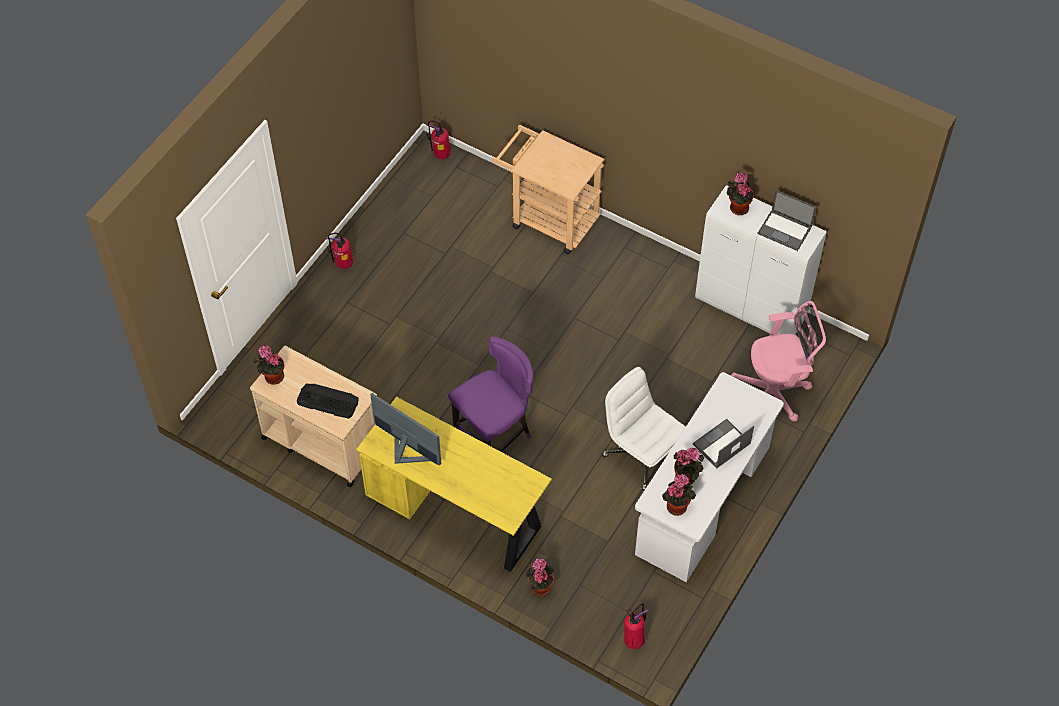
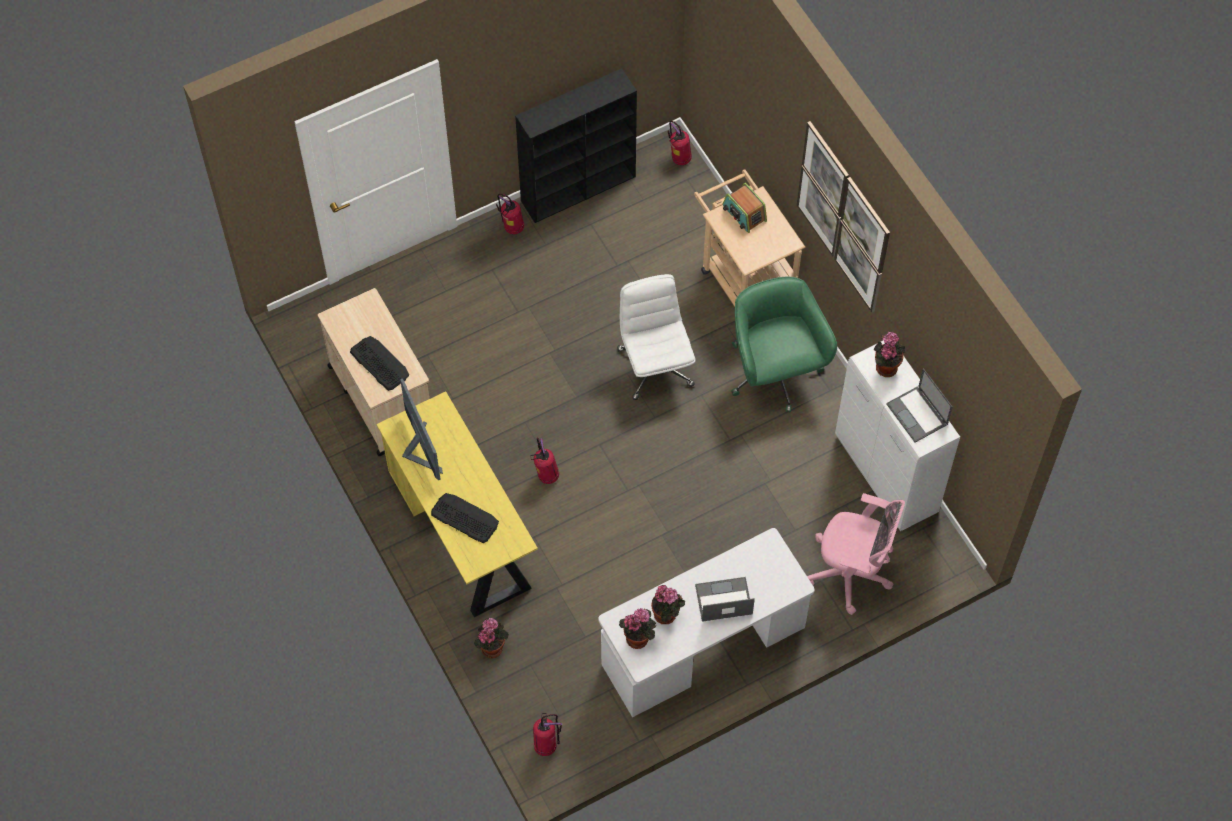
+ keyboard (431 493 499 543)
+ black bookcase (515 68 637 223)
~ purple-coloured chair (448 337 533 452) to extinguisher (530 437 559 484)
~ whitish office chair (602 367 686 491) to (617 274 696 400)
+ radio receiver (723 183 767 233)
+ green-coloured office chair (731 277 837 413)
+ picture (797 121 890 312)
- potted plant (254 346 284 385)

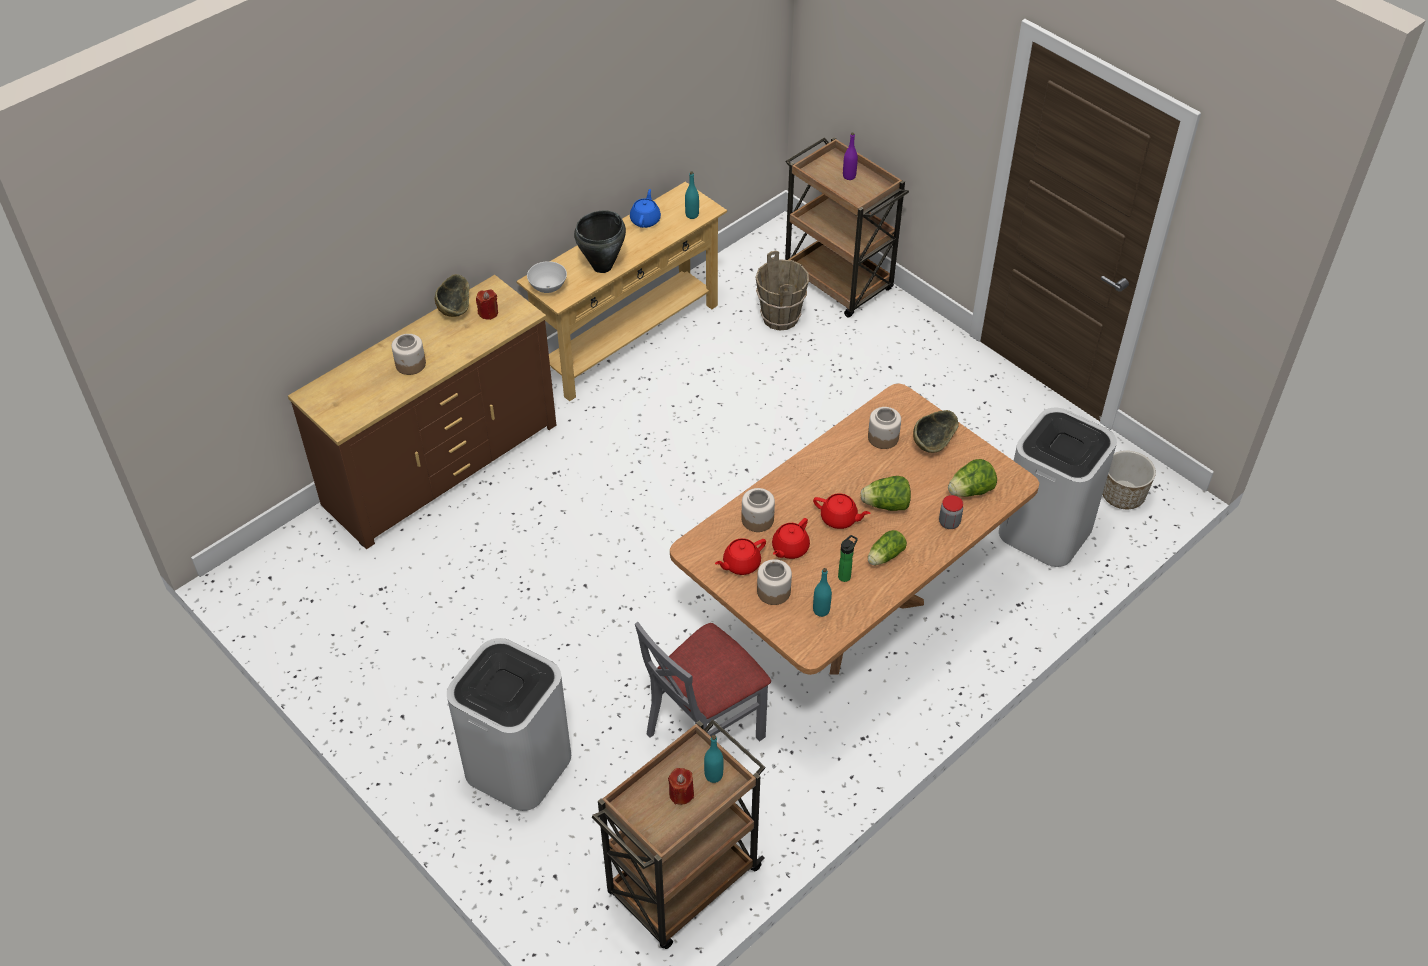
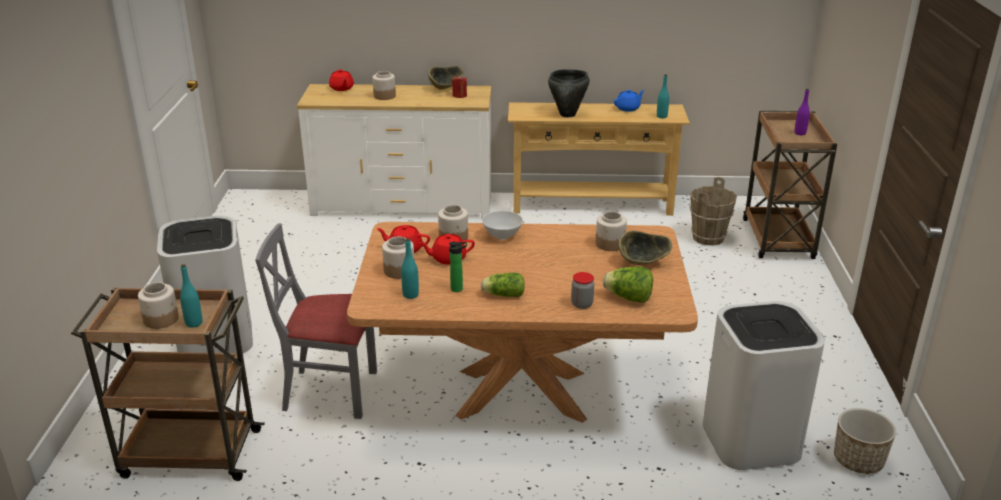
~ reddish wax candle (668 768 694 805) to storage jar (138 282 179 329)
~ brown-coloured drawer chest (288 275 556 549) to whitish drawer chest (297 84 491 218)
~ reddish teapot (813 493 870 529) to (329 69 354 91)
~ whitish serving bowl (527 261 567 293) to (482 211 523 240)
- lettuce head (860 476 911 511)

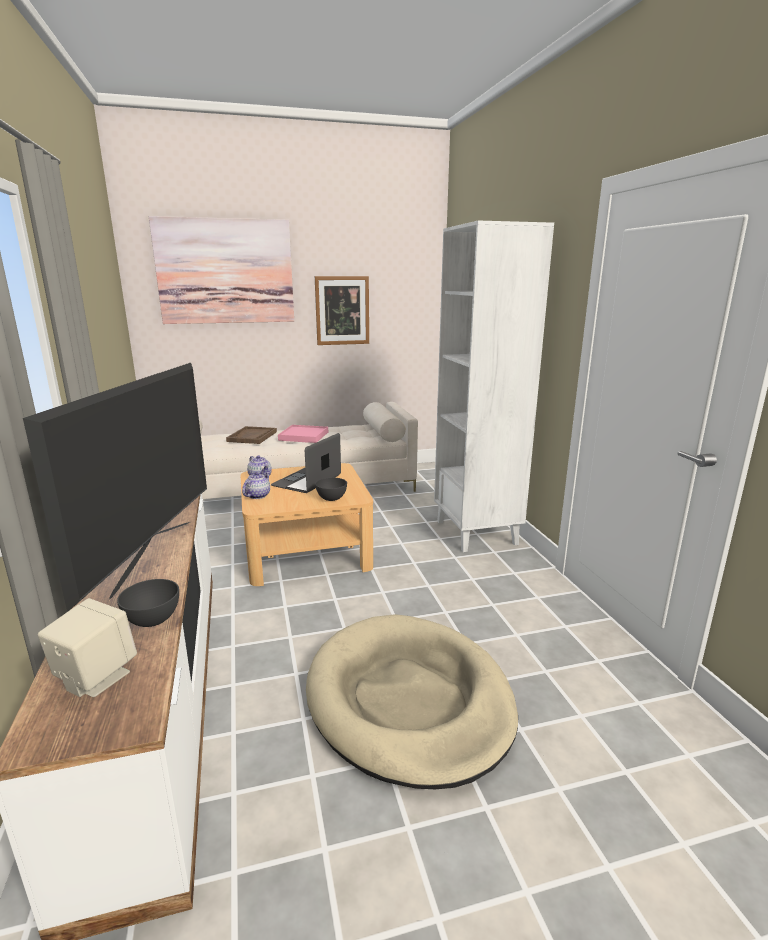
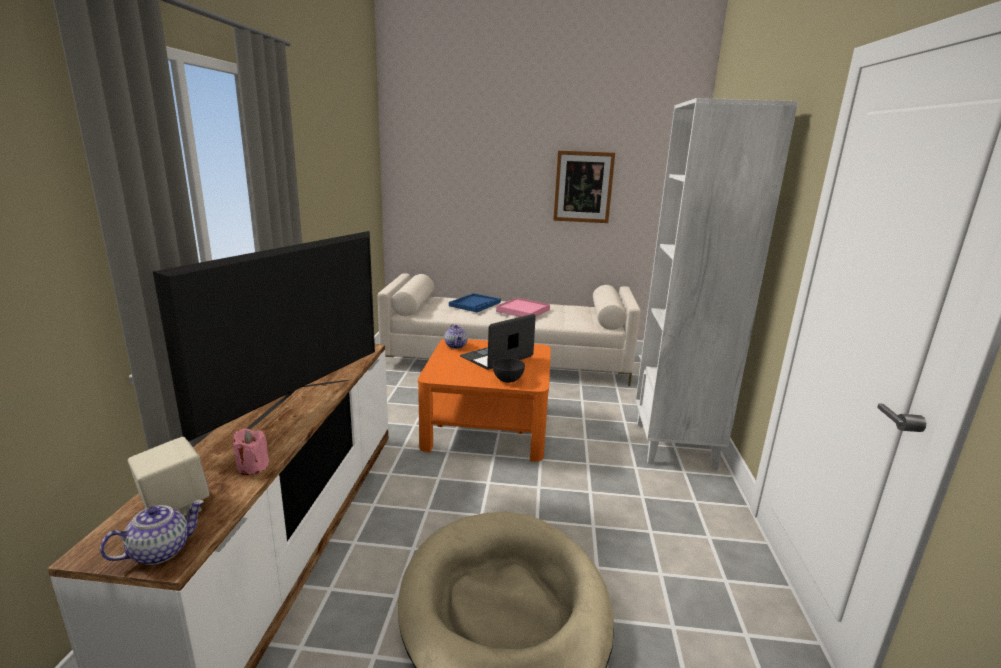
~ teapot (242 472 270 499) to (100 500 204 565)
~ greyish serving bowl (117 579 179 627) to pink-coloured wax candle (233 428 269 475)
~ sand-coloured coffee table (241 463 373 586) to orange-coloured coffee table (418 339 551 462)
~ brown-coloured carrying tray (226 426 277 444) to blue carrying tray (449 293 501 312)
- picture (149 216 294 324)

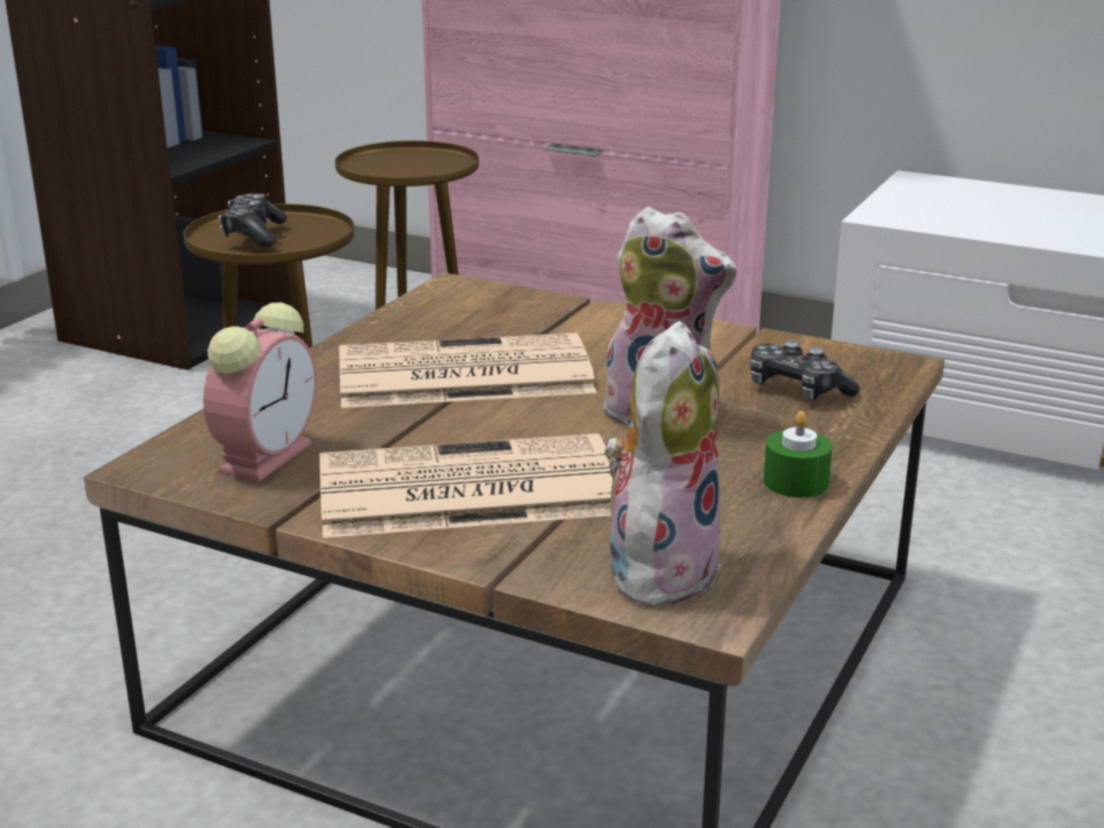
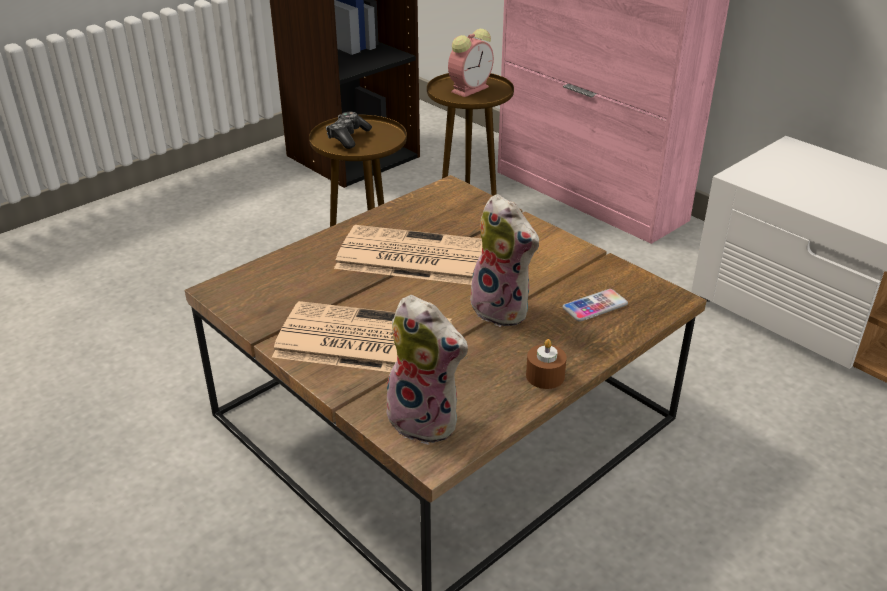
~ soft toy (604 321 721 611) = (385 295 468 445) 75 degrees clockwise
~ alarm clock (203 303 316 481) to (448 29 494 97)
~ green-coloured wax candle (763 411 832 498) to brown-coloured wax candle (526 339 567 389)
~ game controller (750 340 860 401) to phone (563 289 628 322)

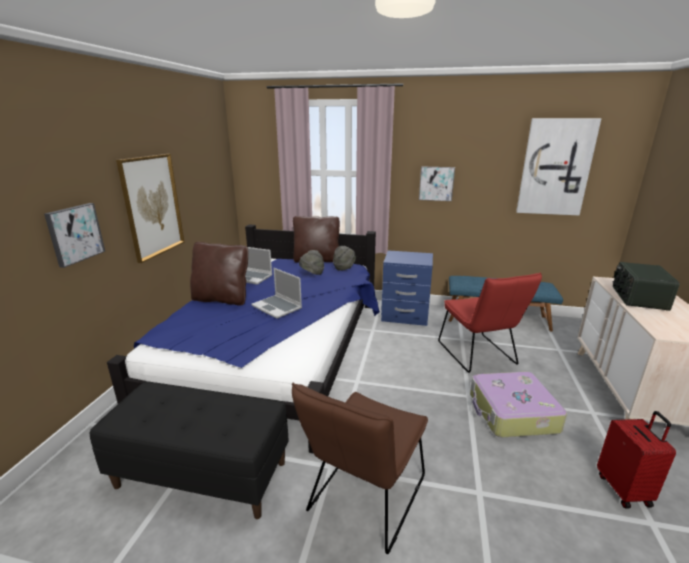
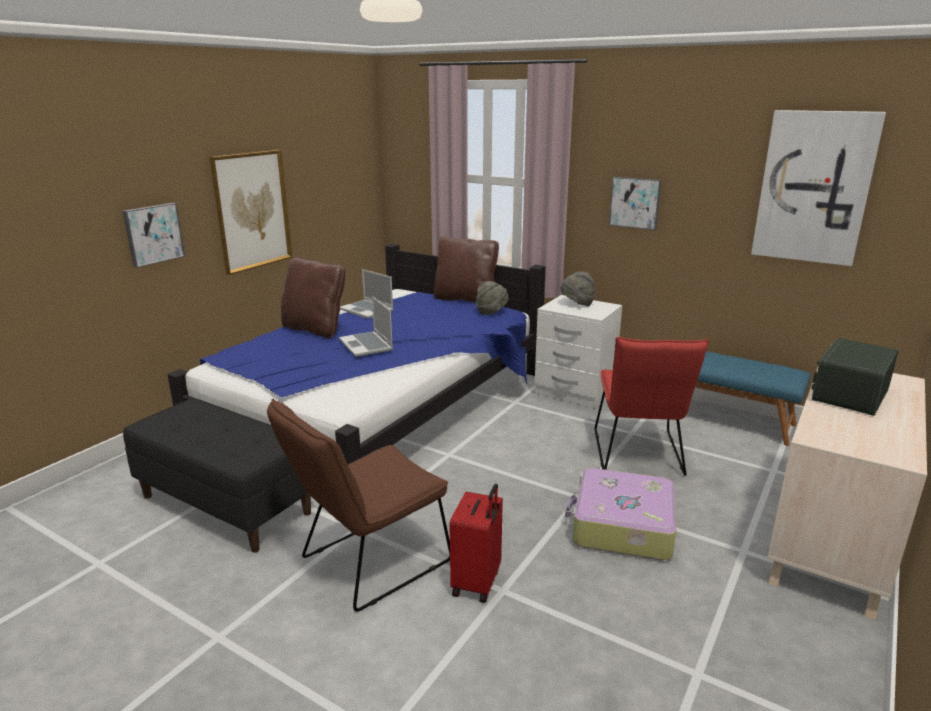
~ reddish travel case (597 411 676 509) to (449 484 503 603)
~ blue nightstand (381 250 433 326) to whitish nightstand (535 295 622 409)
~ greyish hat (299 250 324 275) to (560 271 595 306)

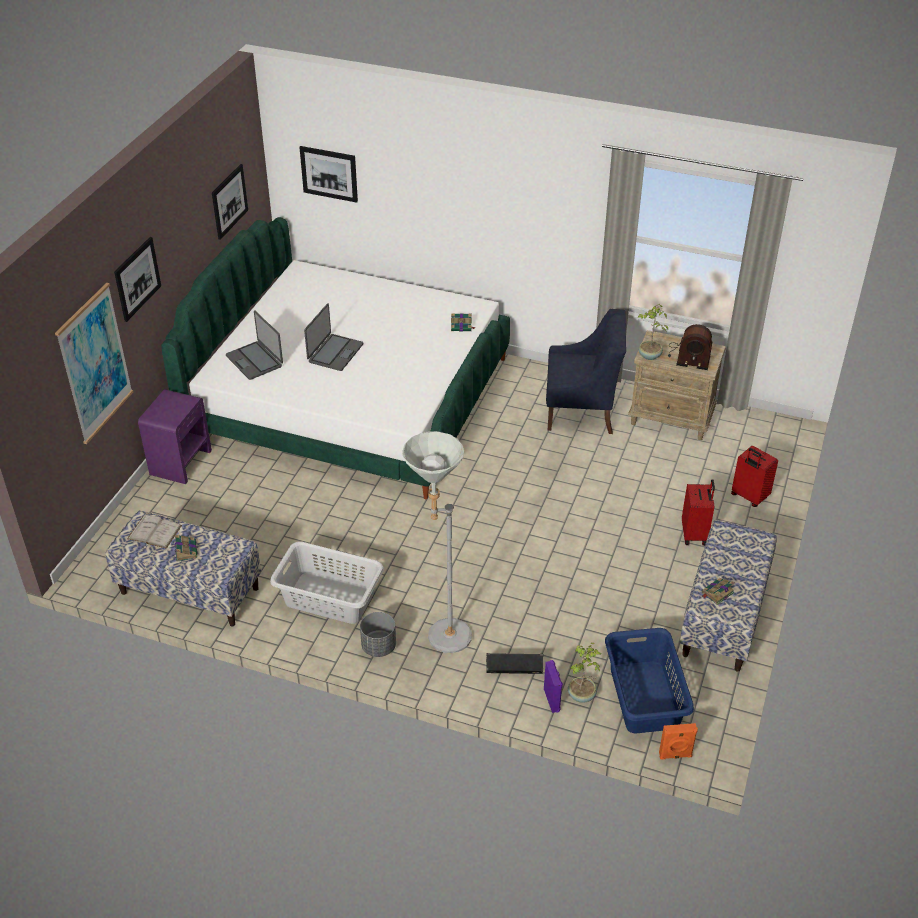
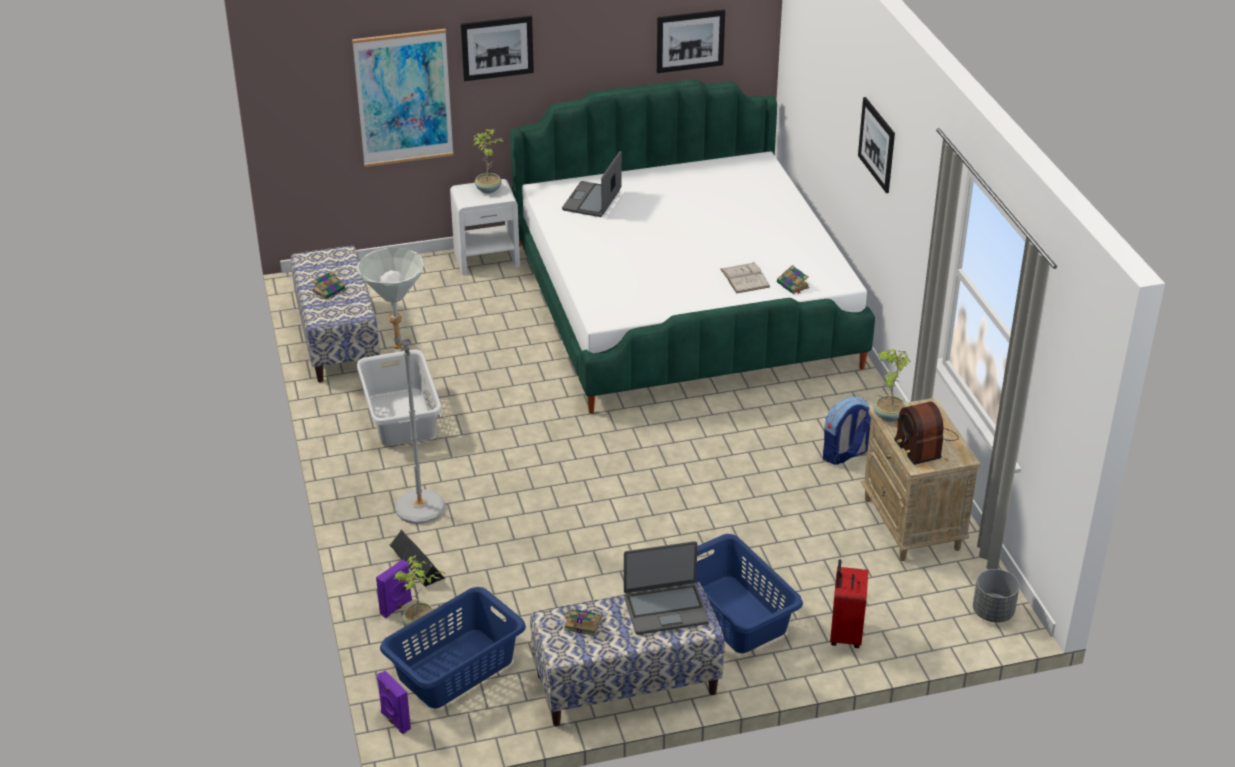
~ orange-coloured speaker (659 723 698 759) to purple-coloured speaker (377 670 411 734)
~ purple-coloured nightstand (138 389 212 484) to whitish nightstand (450 179 520 275)
+ potted plant (473 129 503 194)
~ laptop (304 303 363 371) to (624 541 709 635)
~ reddish travel case (682 479 715 546) to blue washing basket (696 534 803 653)
~ whitish book (127 515 182 549) to (720 262 770 293)
~ blue armchair (546 309 626 434) to rucksack (823 397 871 465)
~ picture (299 146 358 203) to (858 97 895 193)
~ greyish plant pot (360 612 396 657) to (973 569 1020 623)

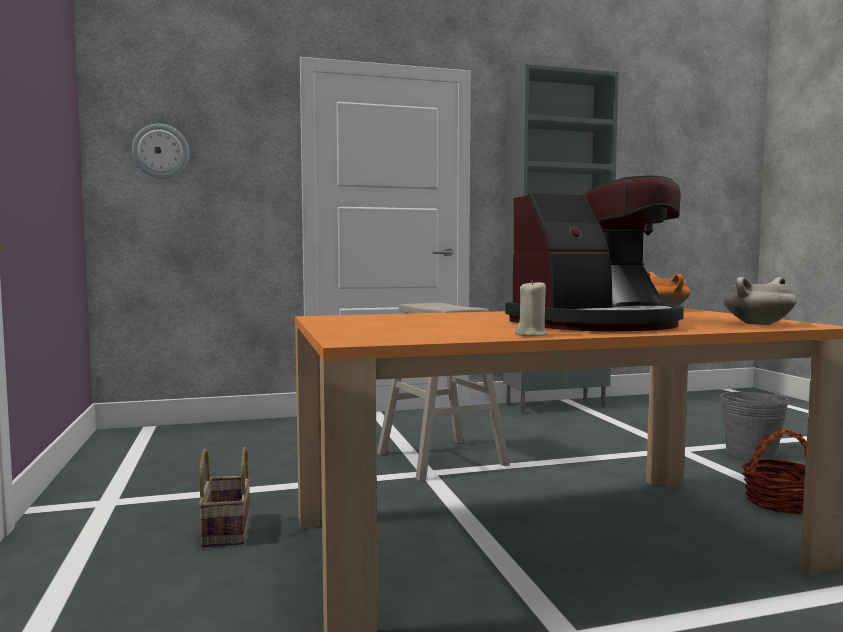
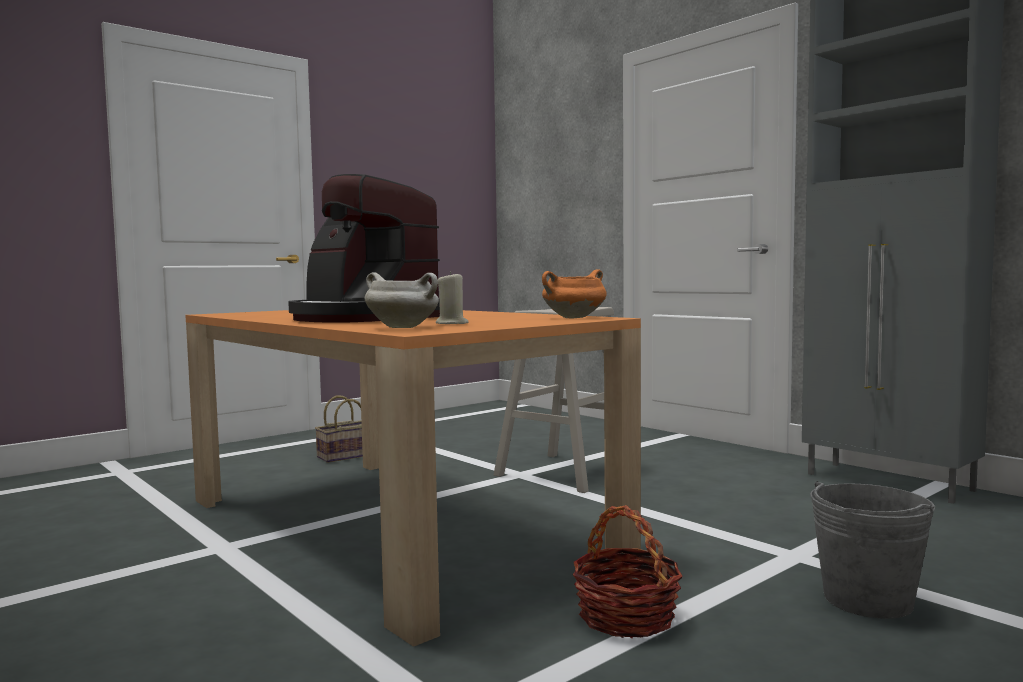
~ sand-coloured wax candle (515 280 548 336) to (436 271 469 324)
- hanging clock (132 124 189 179)

